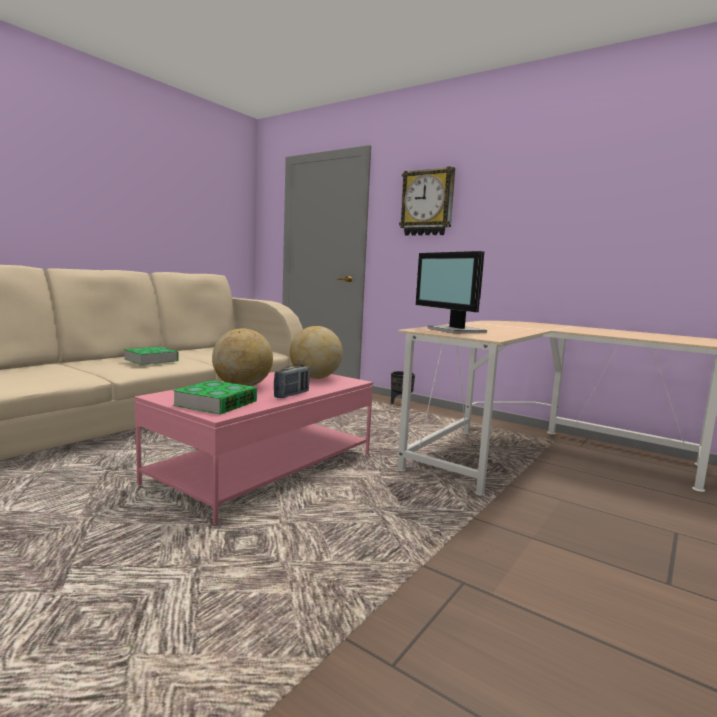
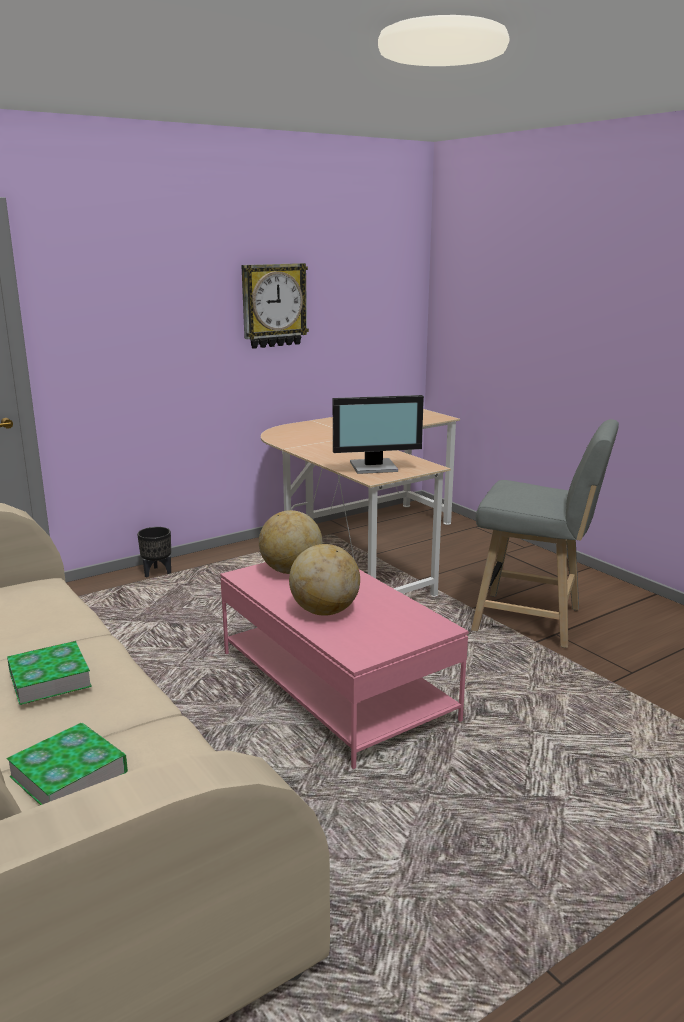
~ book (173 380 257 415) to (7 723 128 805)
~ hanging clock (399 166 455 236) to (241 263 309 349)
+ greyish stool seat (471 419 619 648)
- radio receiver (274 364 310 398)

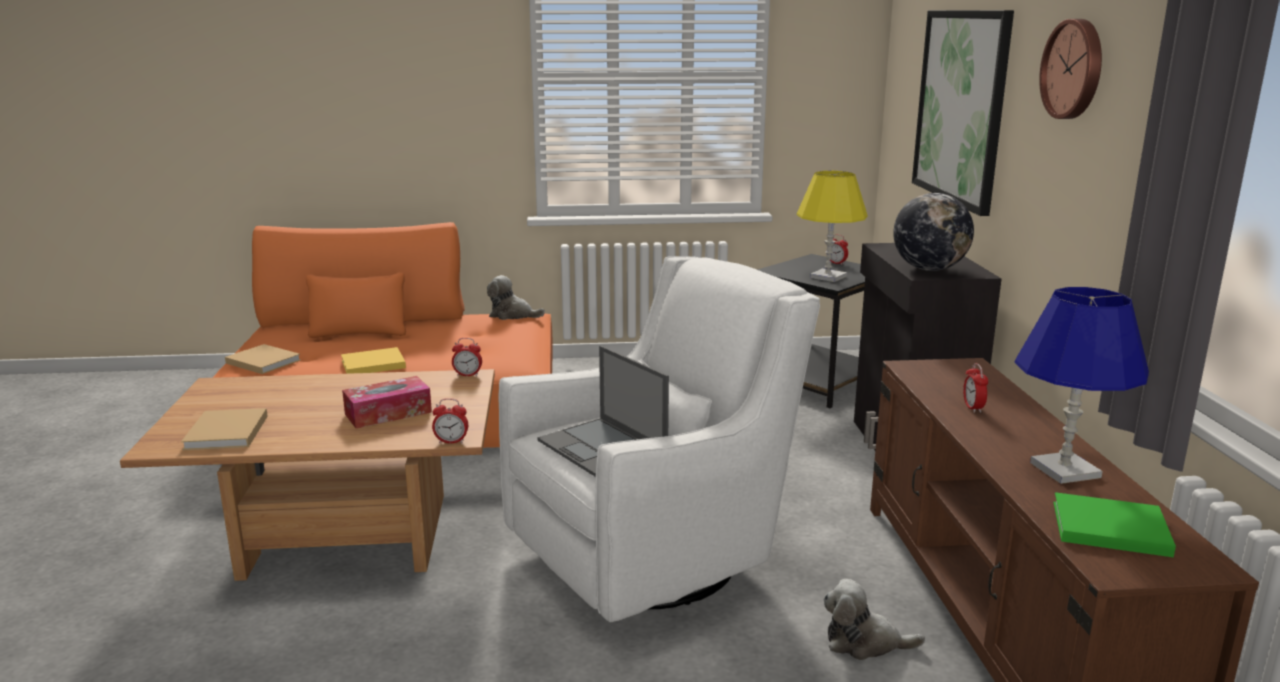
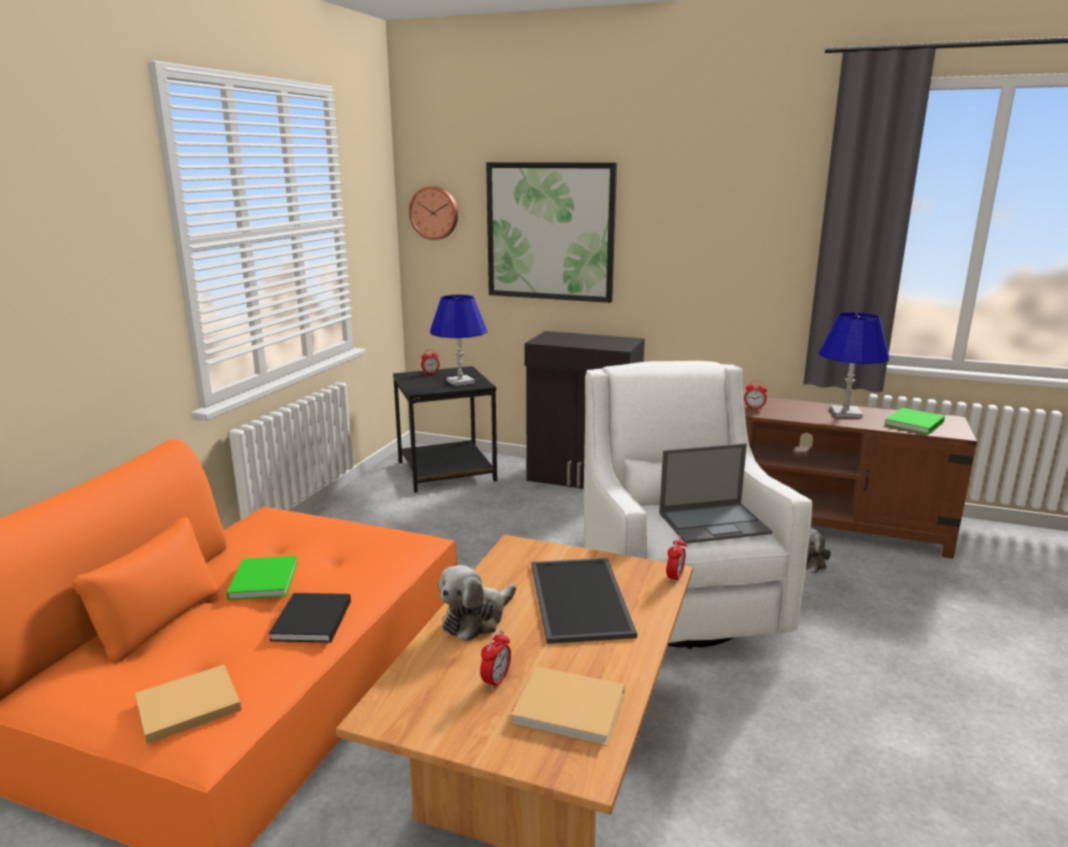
+ green-coloured book (227 556 298 600)
~ yellowish book (341 347 406 374) to black book (269 593 351 643)
~ hanging clock (1039 19 1102 119) to (409 186 458 240)
~ yellowish lamp for a table (797 171 868 282) to blue lamp for a table (430 295 487 386)
~ soft toy (487 275 545 320) to (438 565 516 641)
~ alarm clock (452 338 482 377) to (480 630 511 690)
~ box of tissues (342 376 432 428) to carrying tray (532 558 637 644)
- globe (893 193 974 271)

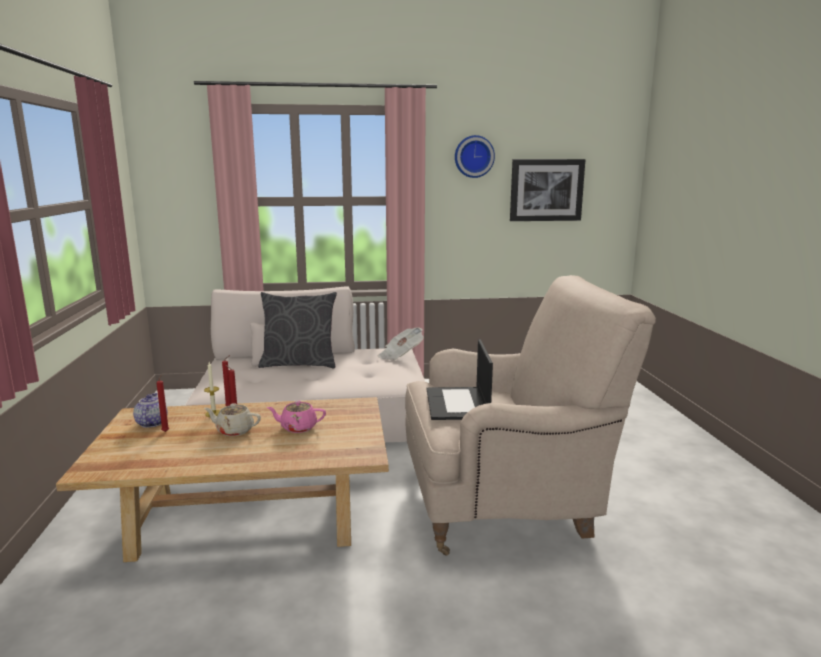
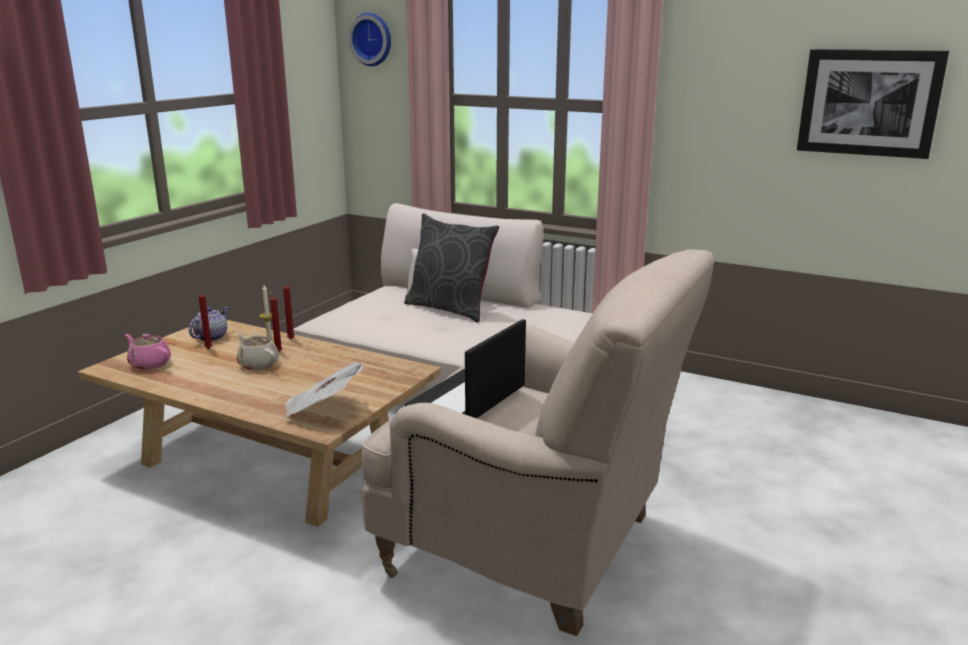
~ pink-coloured teapot (266 400 326 433) to (125 334 171 370)
~ newspaper (378 327 424 360) to (285 361 364 418)
~ hanging clock (455 135 495 178) to (349 13 391 66)

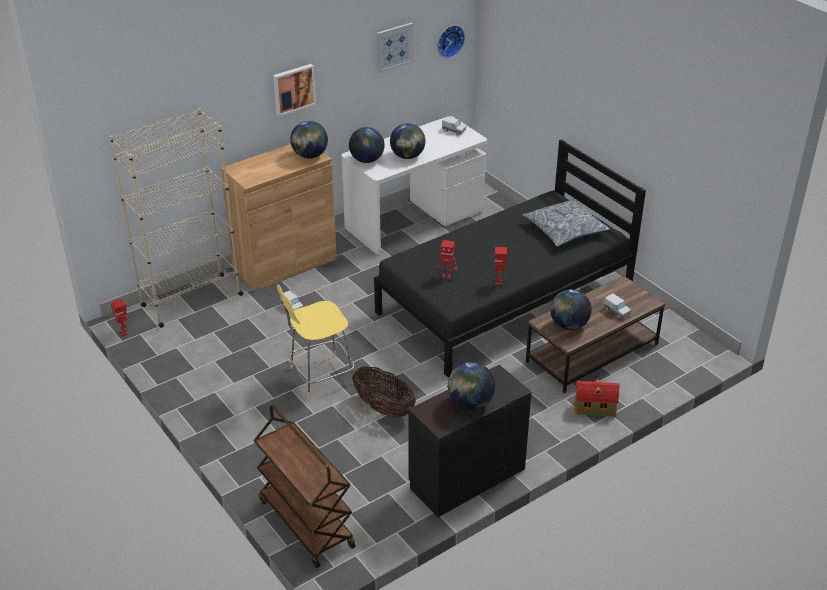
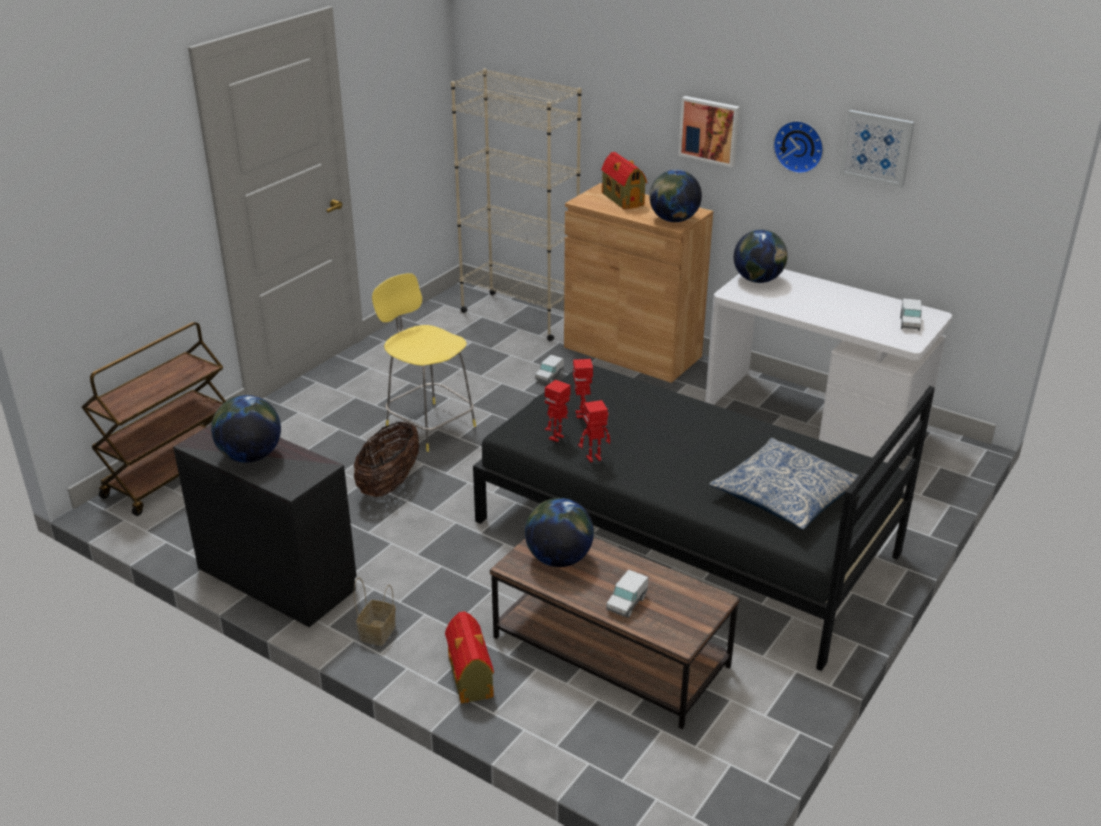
+ basket (354 577 396 646)
~ toy robot (111 299 128 337) to (545 380 571 442)
+ model house (601 152 647 209)
~ hanging clock (437 25 465 58) to (773 121 824 174)
- globe (390 123 425 159)

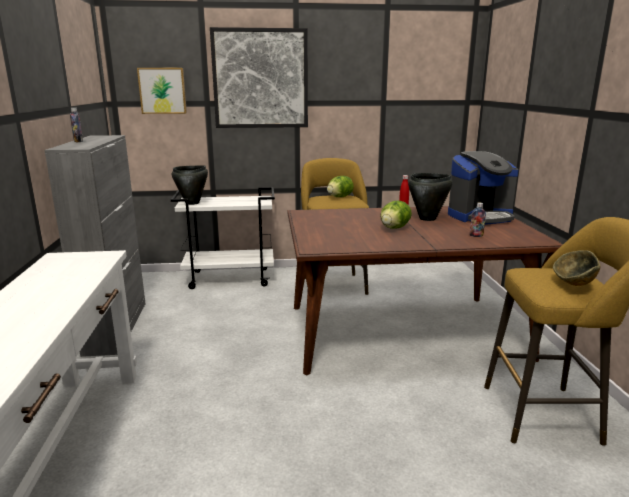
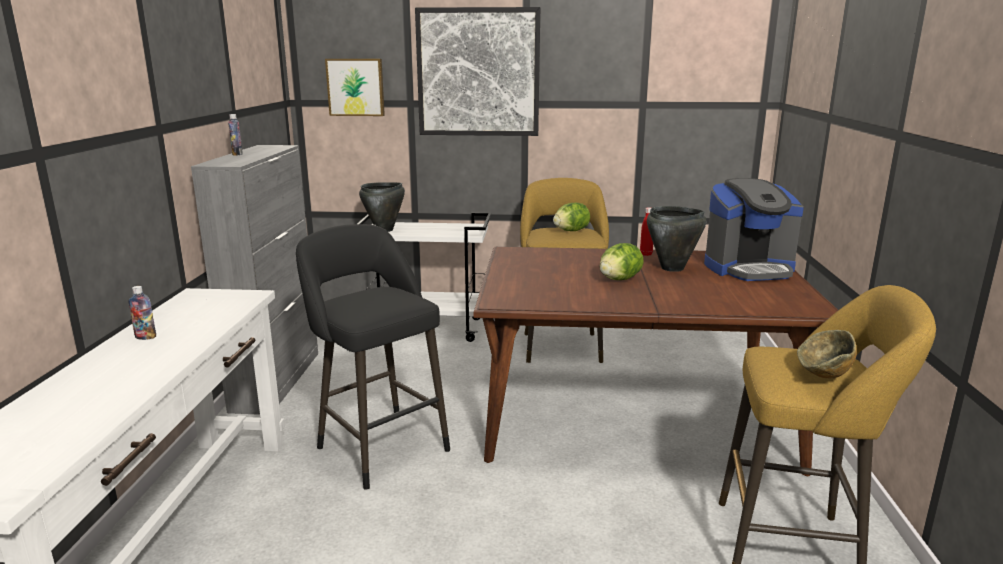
~ beverage bottle (470 203 486 237) to (128 286 156 340)
+ black stool seat (296 224 450 490)

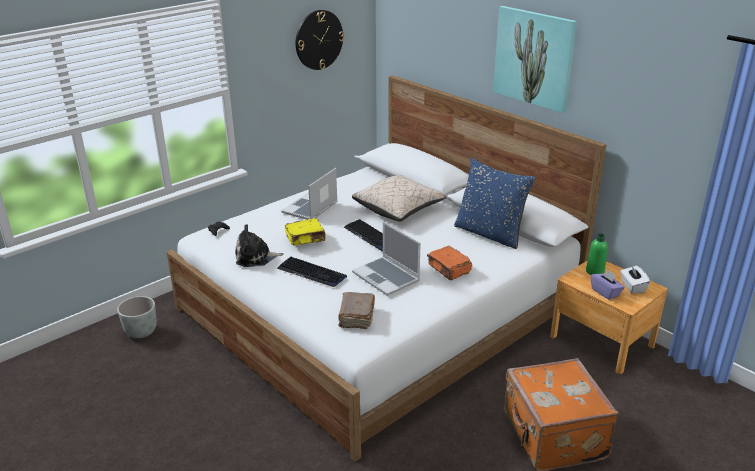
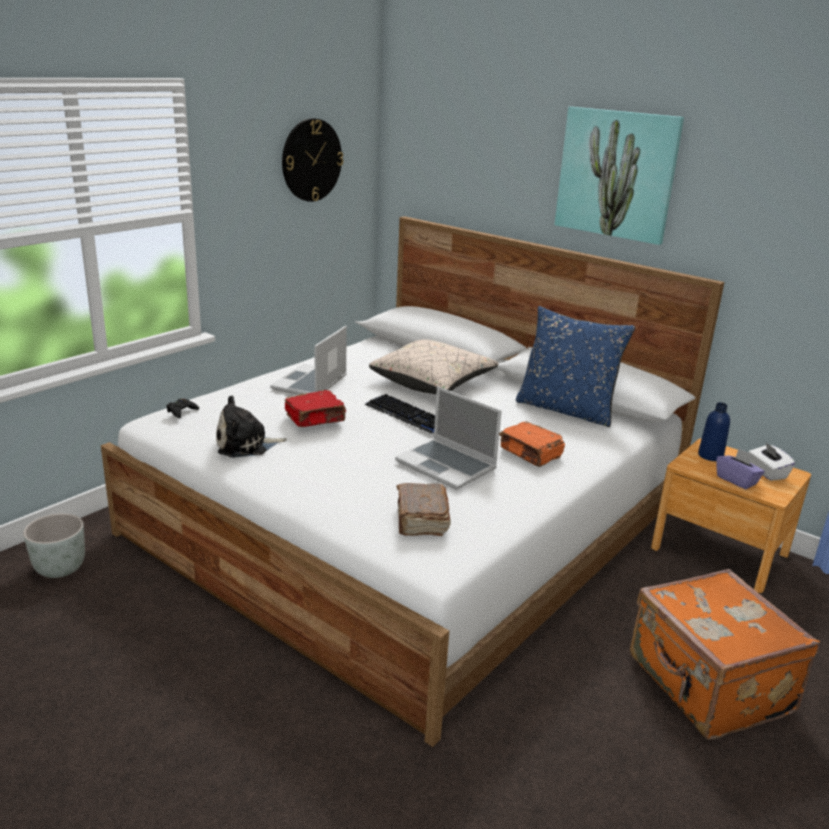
~ yellowish book (285 218 326 245) to reddish book (285 390 346 427)
~ green-coloured beverage bottle (586 234 608 275) to blue beverage bottle (698 402 730 461)
- keyboard (277 256 347 287)

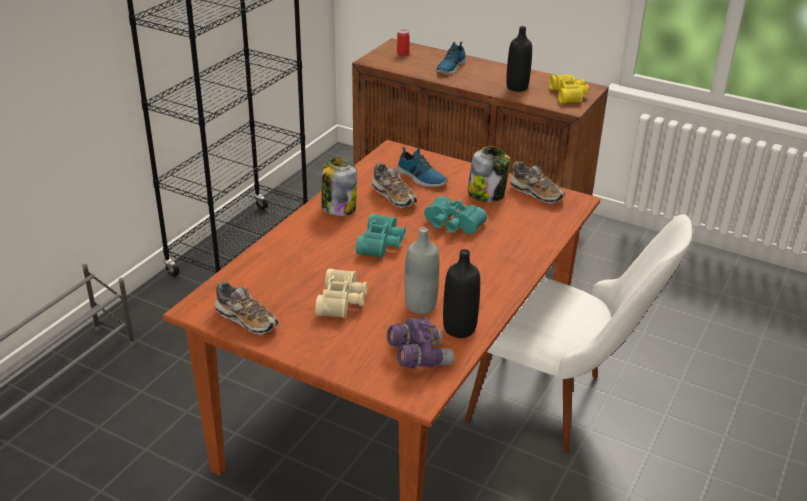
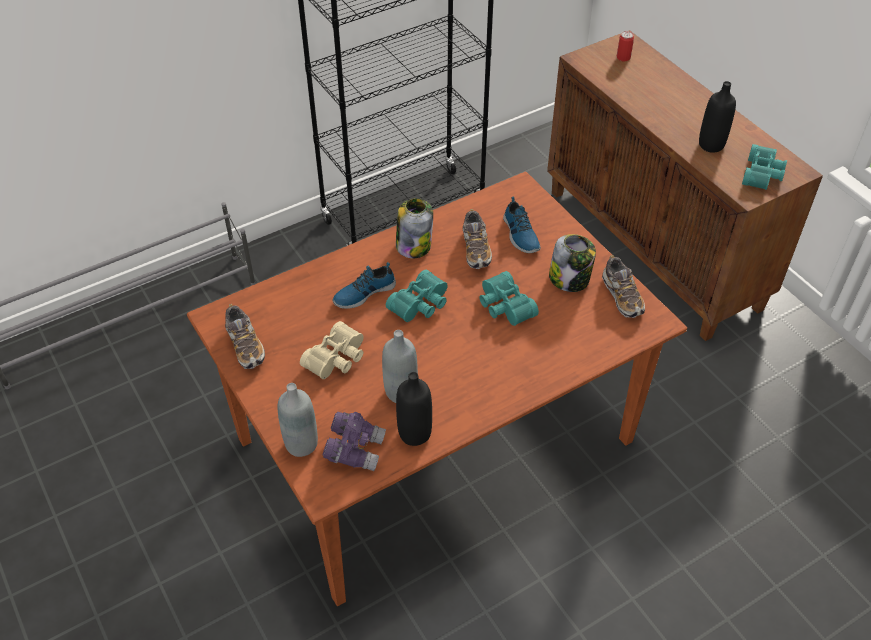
+ greyish beverage bottle (277 383 318 457)
~ shoe (436 41 466 74) to (333 262 396 309)
~ yellowish field glasses (549 74 589 103) to turquoise field glasses (742 144 787 190)
- whitish chair (465 214 692 453)

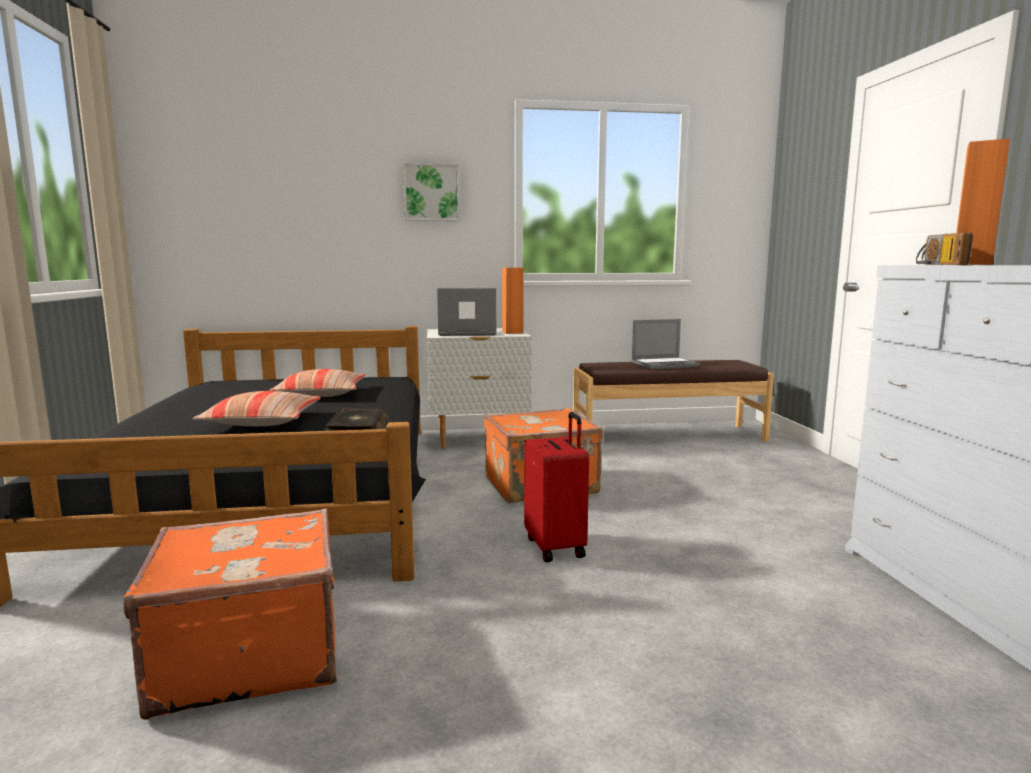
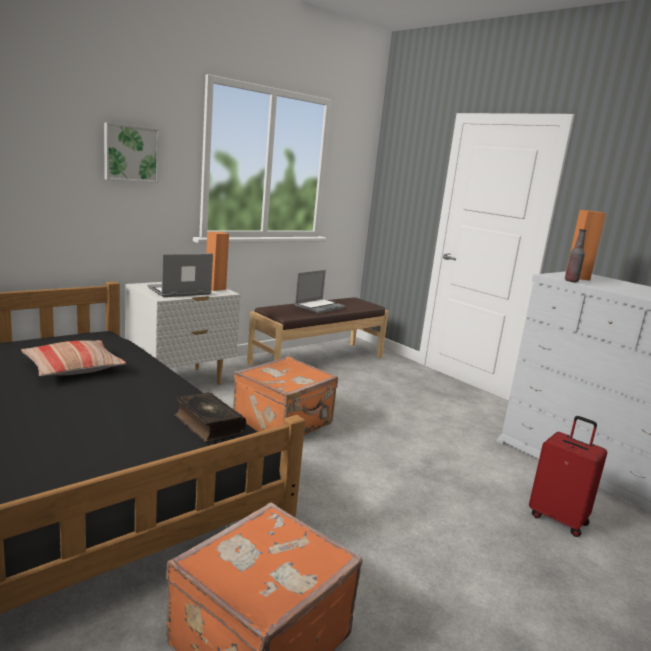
~ reddish travel case (524 412 589 562) to (529 416 607 537)
~ radio receiver (916 233 973 265) to beverage bottle (565 229 587 282)
- cushion (193 391 321 426)

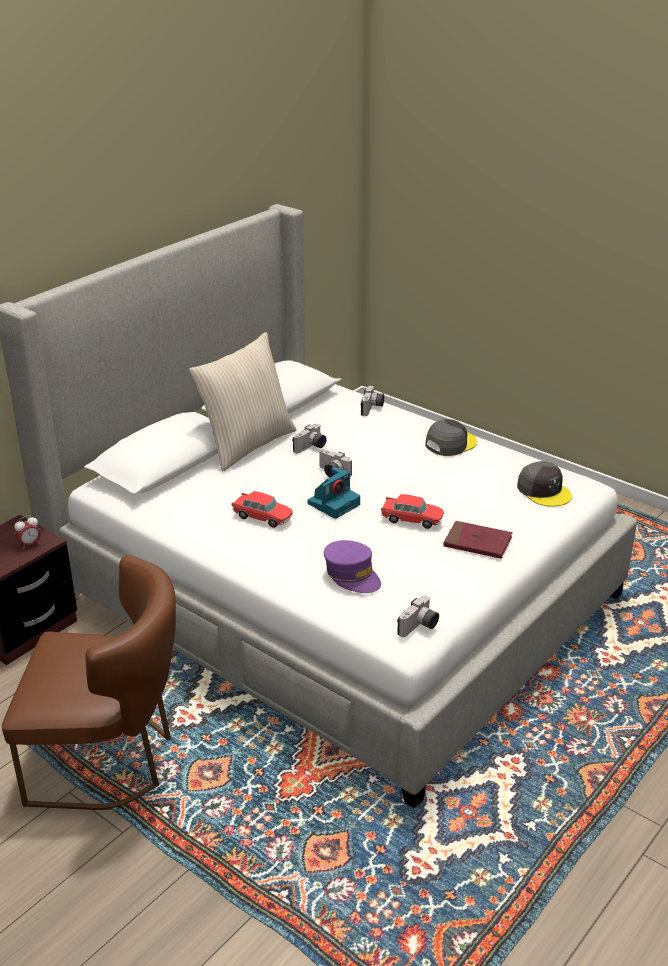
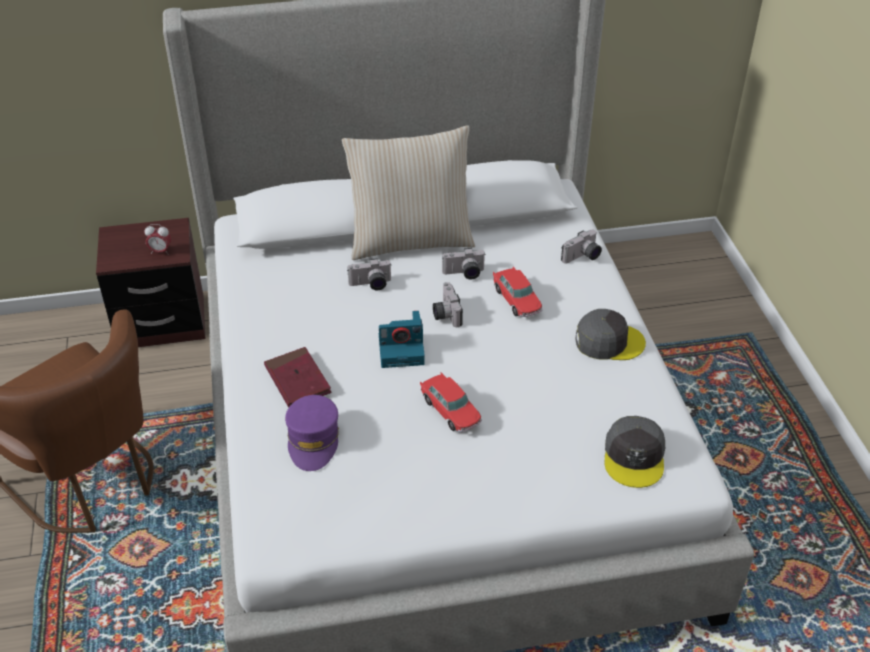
~ reddish book (443 521 512 559) to (264 347 332 408)
~ still camera (397 595 439 637) to (347 258 392 290)
~ toy car (232 491 293 528) to (493 266 543 317)

